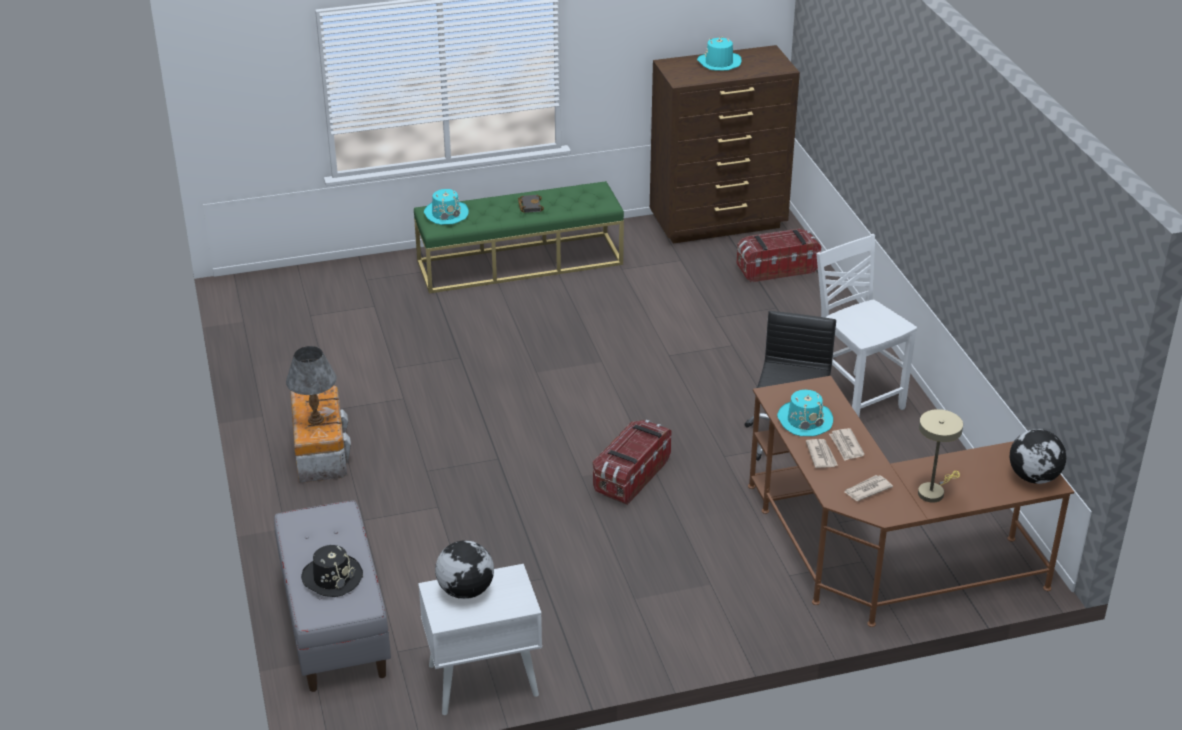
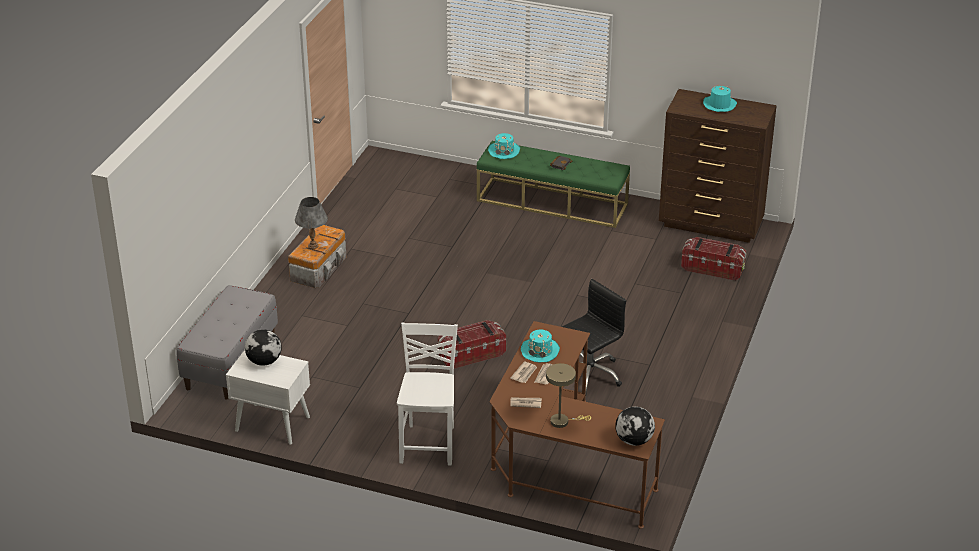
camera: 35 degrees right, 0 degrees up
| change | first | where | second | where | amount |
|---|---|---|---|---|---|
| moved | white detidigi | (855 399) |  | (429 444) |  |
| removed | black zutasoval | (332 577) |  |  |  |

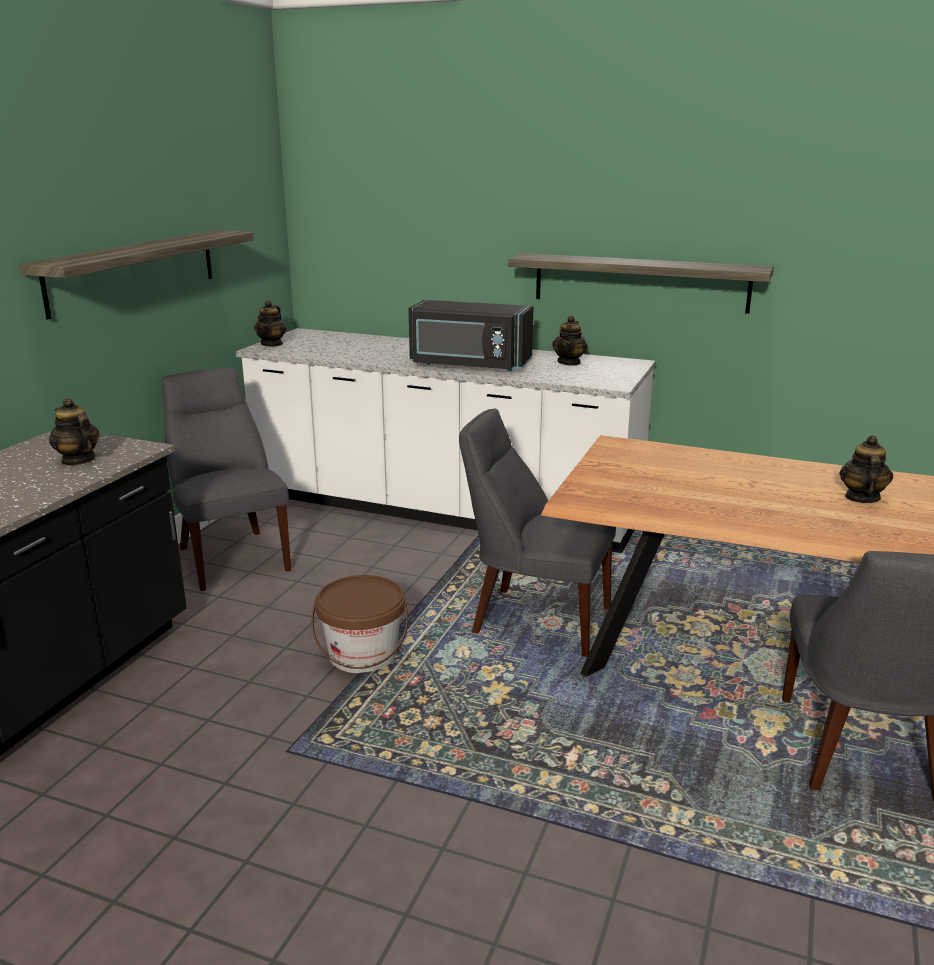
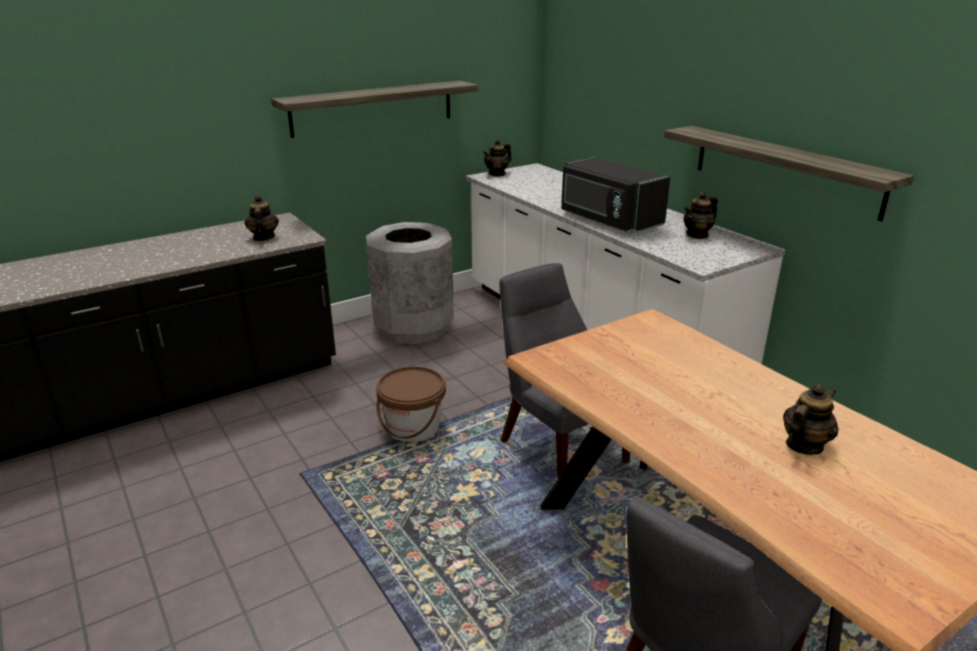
camera: 35 degrees right, 5 degrees up
| change | first | where | second | where | amount |
|---|---|---|---|---|---|
| replaced | grey detidigi | (231 557) | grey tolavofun | (413 328) |  |

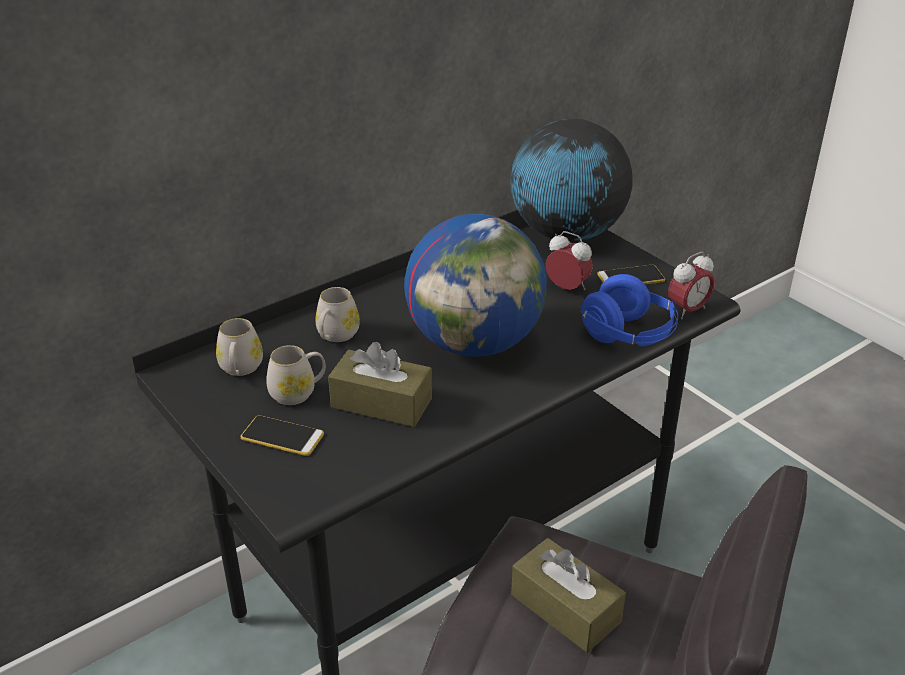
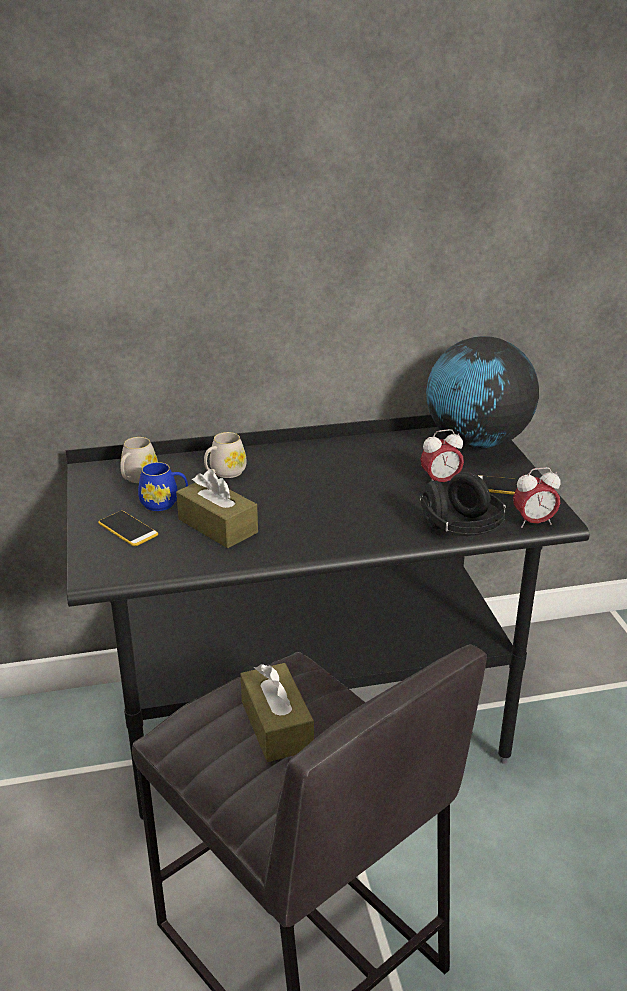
camera: 25 degrees right, 5 degrees down
| change | first | where | second | where | amount |
|---|---|---|---|---|---|
| removed | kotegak | (475 343) |  |  |  |
| turned | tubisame | (567 288) |  | (440 482) | 105 degrees clockwise |
| recoloured | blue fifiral | (628 336) | black fifiral | (461 529) |  |
| recoloured | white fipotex | (298 392) | blue fipotex | (164 503) |  |

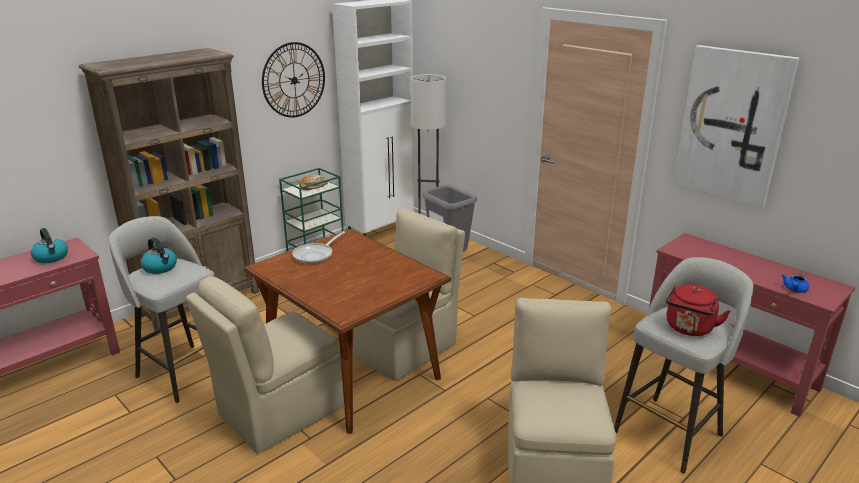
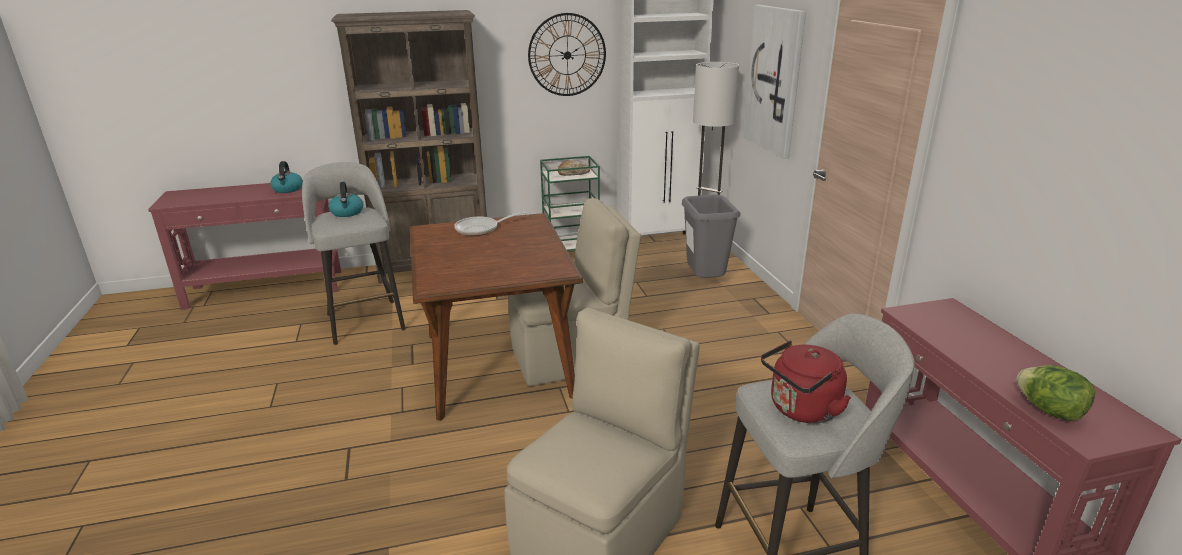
camera: 30 degrees right, 0 degrees up
| change | first | where | second | where | amount |
|---|---|---|---|---|---|
| moved | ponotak | (732 125) |  | (775 80) |  |
| replaced | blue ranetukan | (794 290) | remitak | (1049 411) |  |
| removed | beige detidigi | (278 412) |  |  |  |

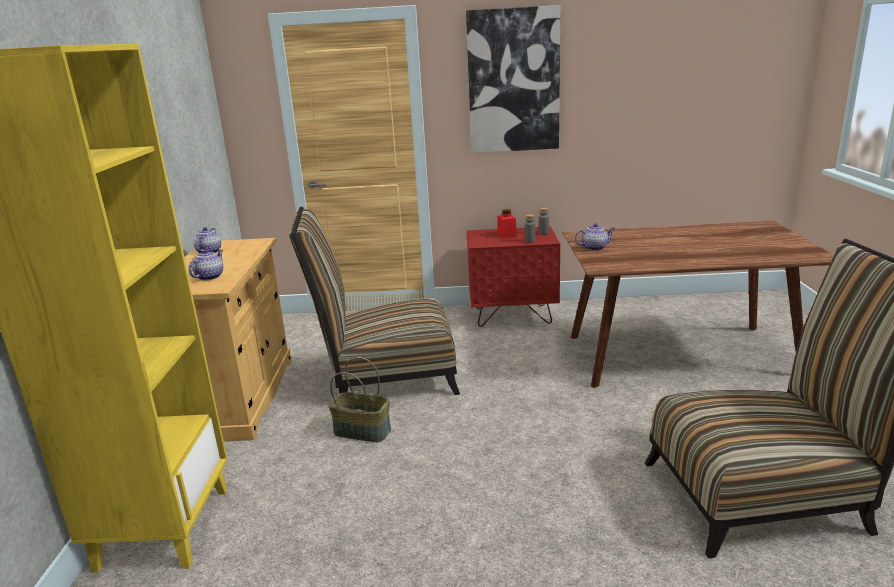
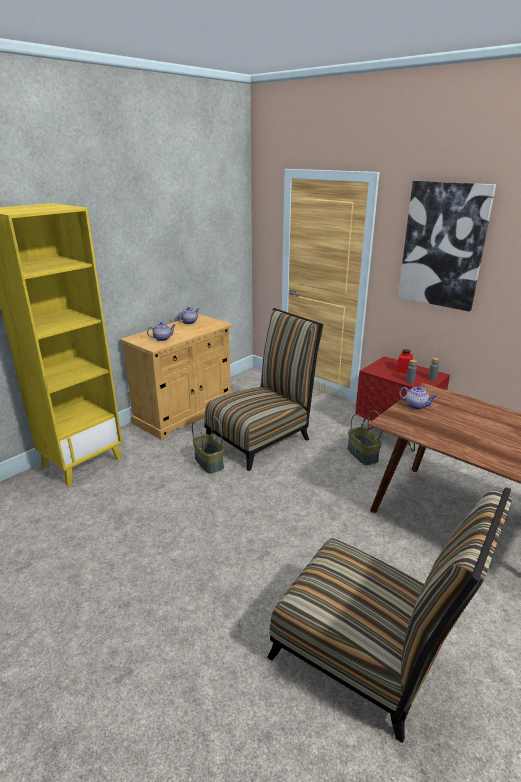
camera: 40 degrees right, 5 degrees up
| change | first | where | second | where | amount |
|---|---|---|---|---|---|
| turned | detidigi | (385 377) |  | (262 437) | 105 degrees clockwise |
| added |  |  | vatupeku | (361 454) |  |

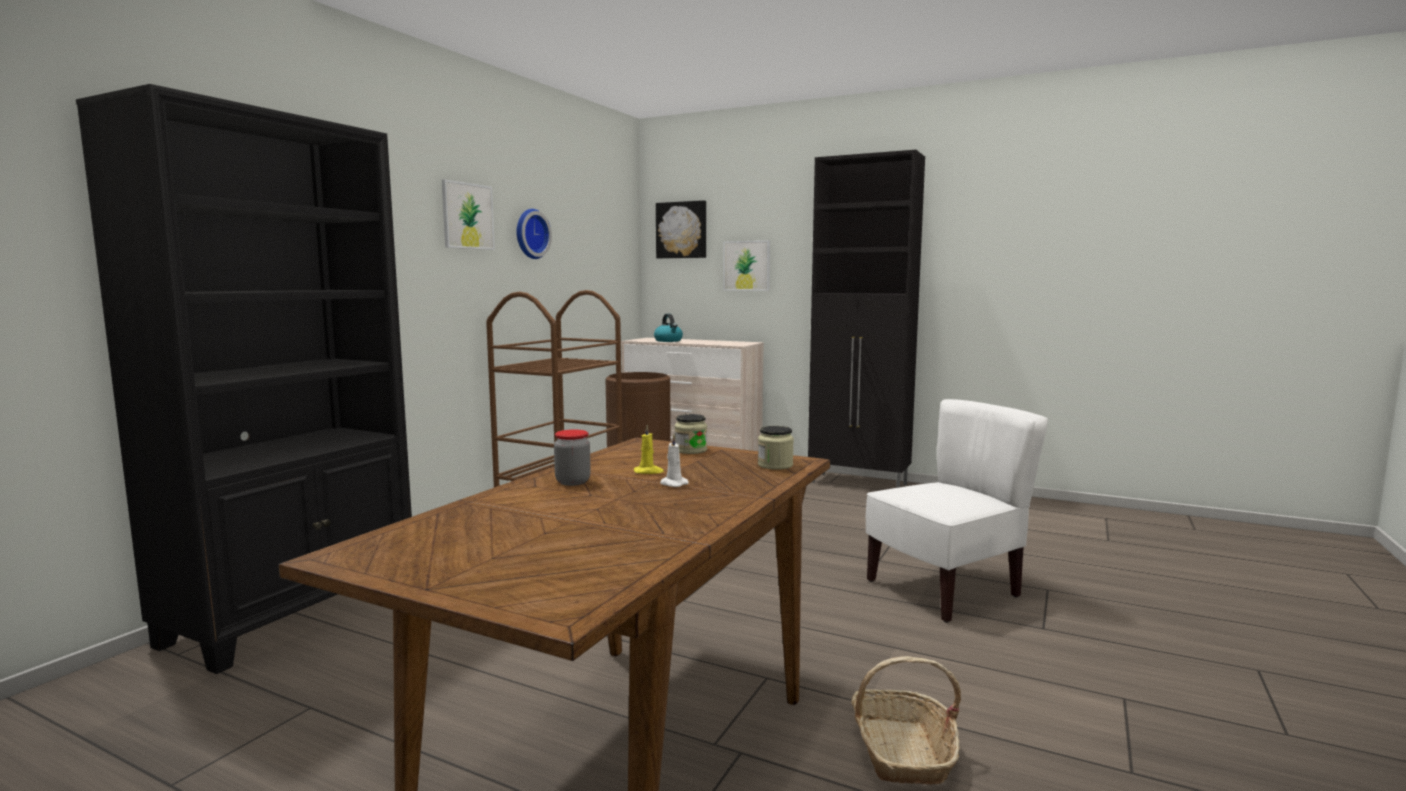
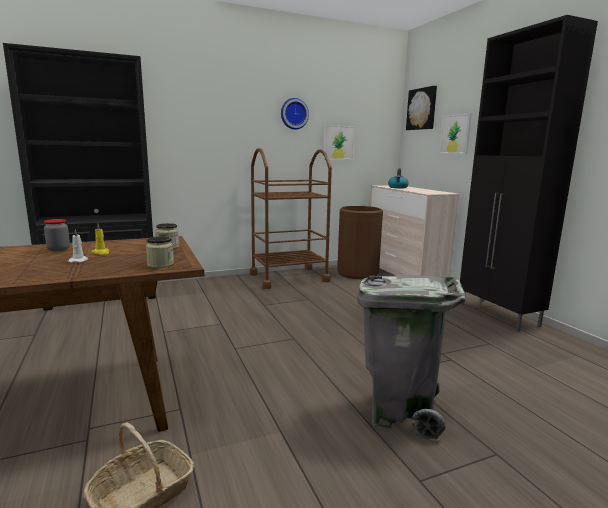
camera: 40 degrees right, 5 degrees up
| change | first | where | second | where | amount |
|---|---|---|---|---|---|
| moved | ponotak | (467 216) |  | (338 142) |  |
| replaced | white detidigi | (944 590) | grey tolavofun | (401 412) |  |

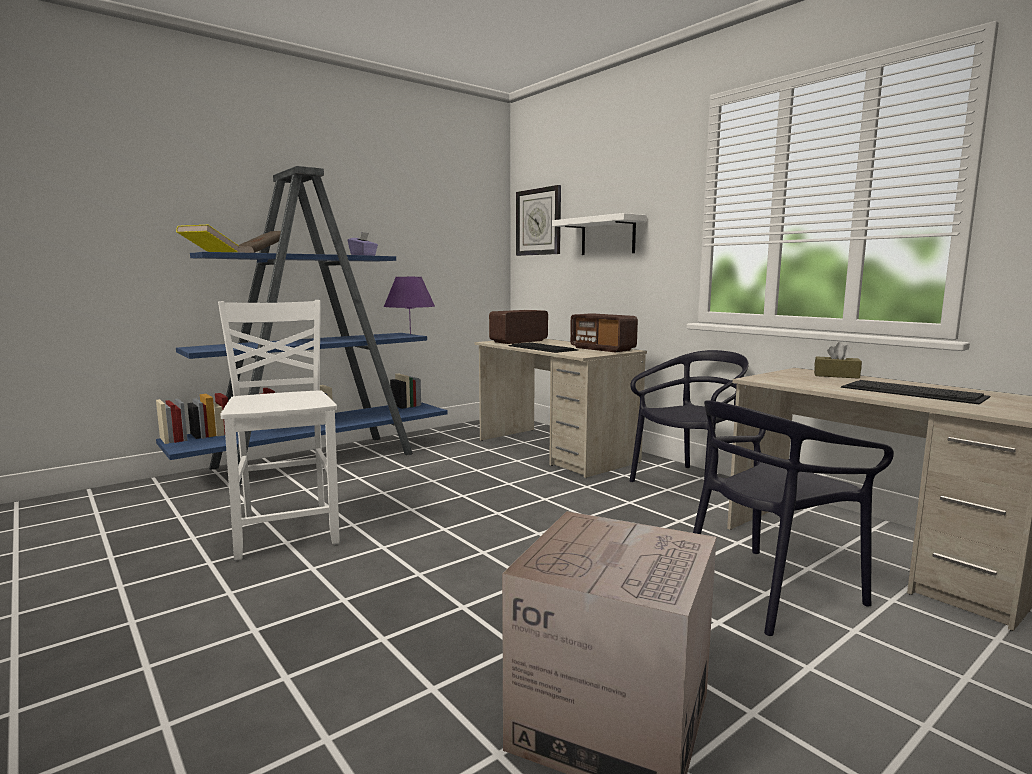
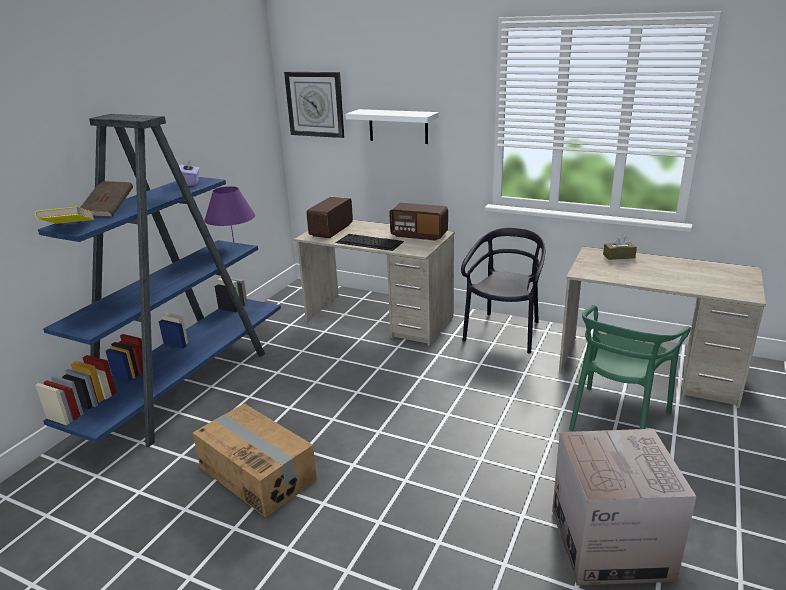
camera: 25 degrees left, 15 degrees up
| change | first | where | second | where | amount |
|---|---|---|---|---|---|
| replaced | white detidigi | (288 530) | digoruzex | (258 473) |  |
| removed | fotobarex | (914 392) |  |  |  |
| recoloured | black detidigi | (769 591) | green detidigi | (616 419) |  |

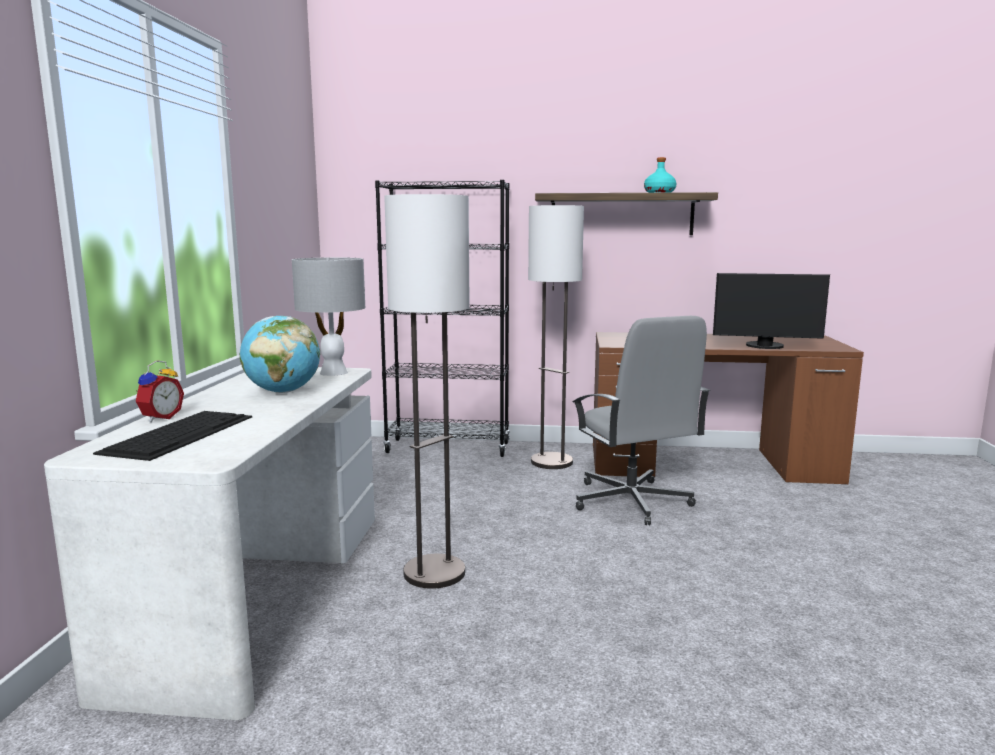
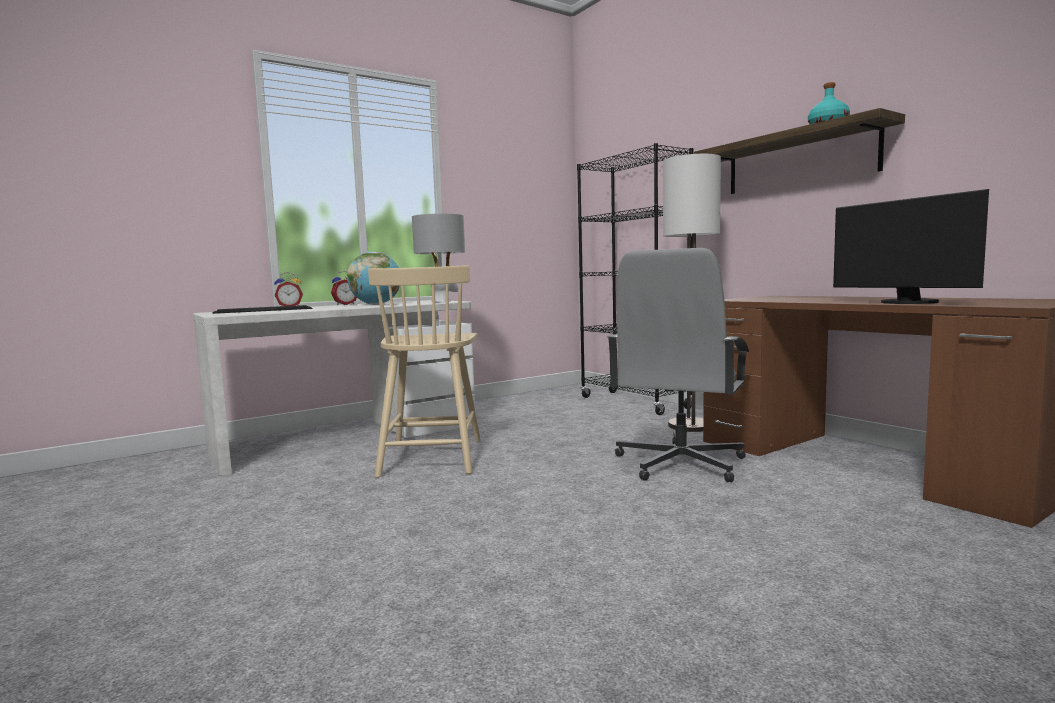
camera: 50 degrees right, 5 degrees down
| change | first | where | second | where | amount |
|---|---|---|---|---|---|
| replaced | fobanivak | (434 573) | beige detidigi | (431 456) |  |
| added |  |  | tubisame | (345 304) |  |

